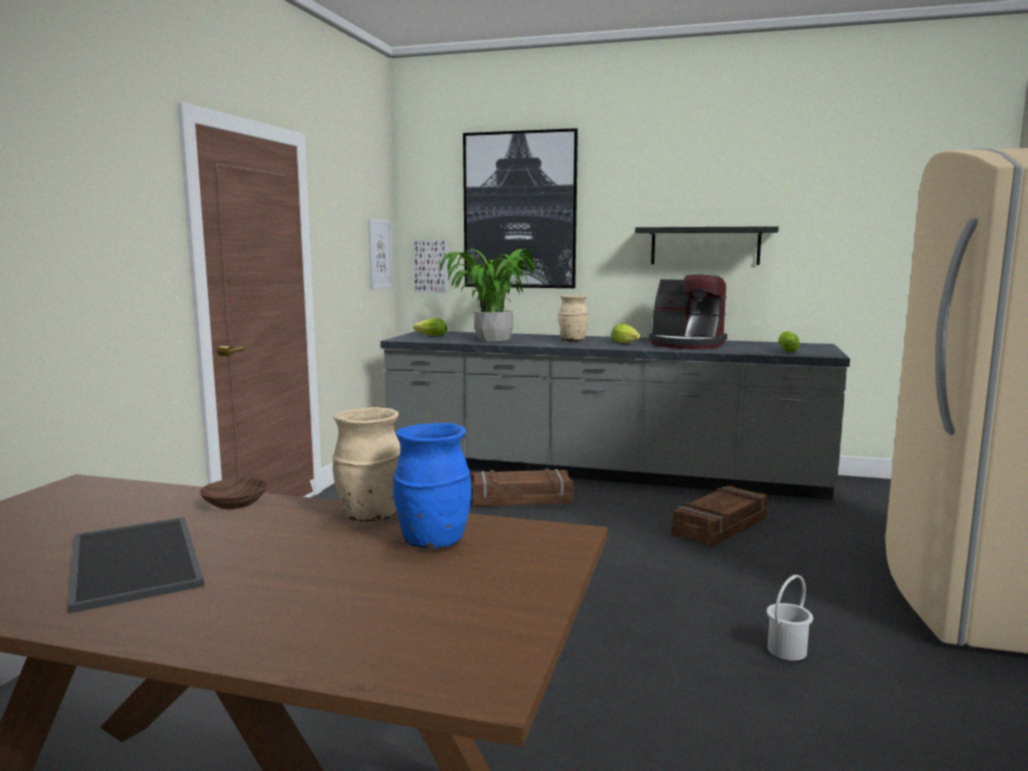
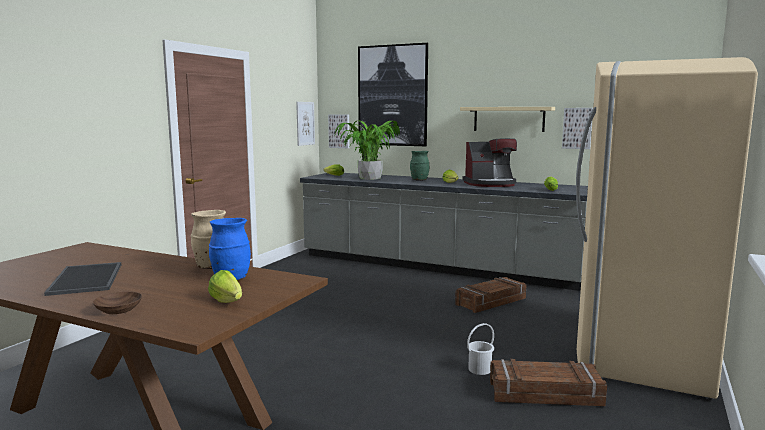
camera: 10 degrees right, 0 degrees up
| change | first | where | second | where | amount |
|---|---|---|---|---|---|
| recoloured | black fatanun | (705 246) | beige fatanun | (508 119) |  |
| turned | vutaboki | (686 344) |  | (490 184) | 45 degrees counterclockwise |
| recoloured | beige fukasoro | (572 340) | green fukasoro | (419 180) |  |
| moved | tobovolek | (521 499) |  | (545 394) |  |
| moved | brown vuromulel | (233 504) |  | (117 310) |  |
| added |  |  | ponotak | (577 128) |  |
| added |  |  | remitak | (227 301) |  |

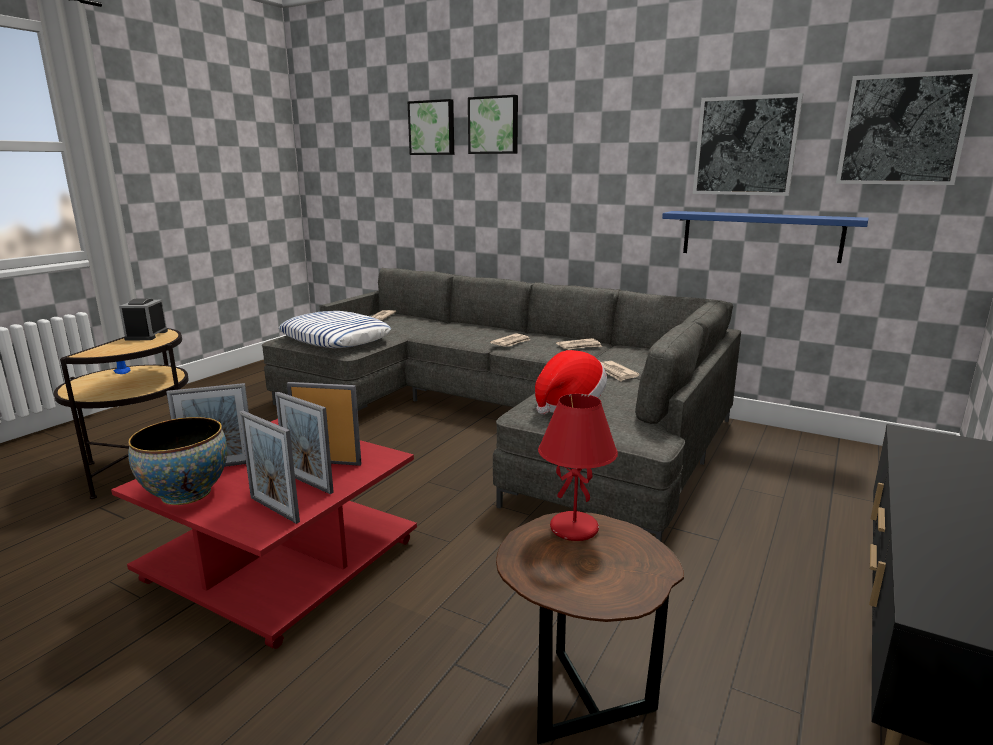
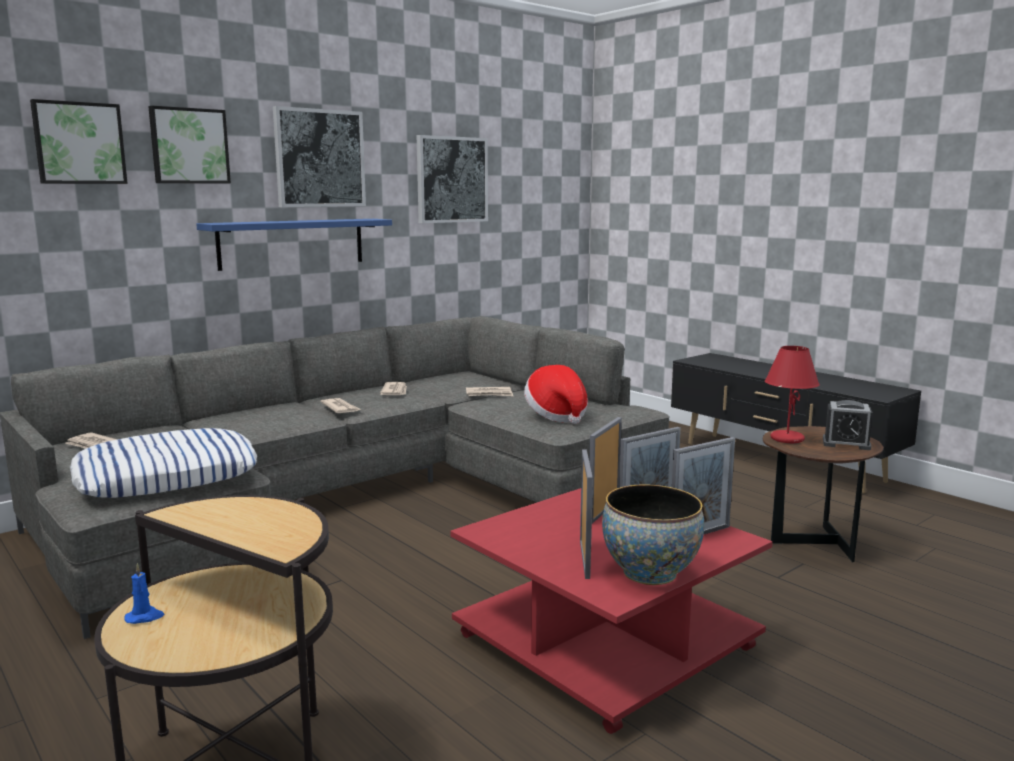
camera: 70 degrees left, 5 degrees down
| change | first | where | second | where | amount |
|---|---|---|---|---|---|
| moved | ponotak | (902 130) |  | (319 158) |  |
| moved | blue fatanun | (760 236) |  | (292 243) |  |
| moved | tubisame | (146 335) |  | (846 443) |  |

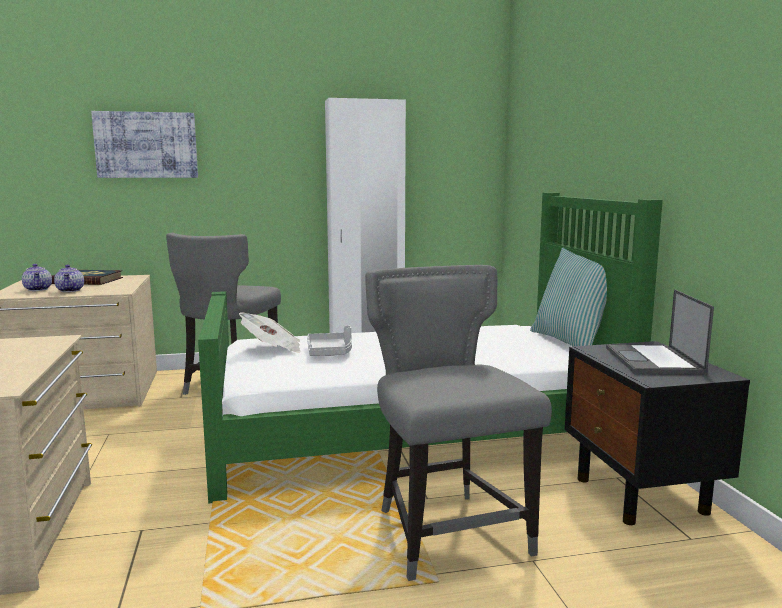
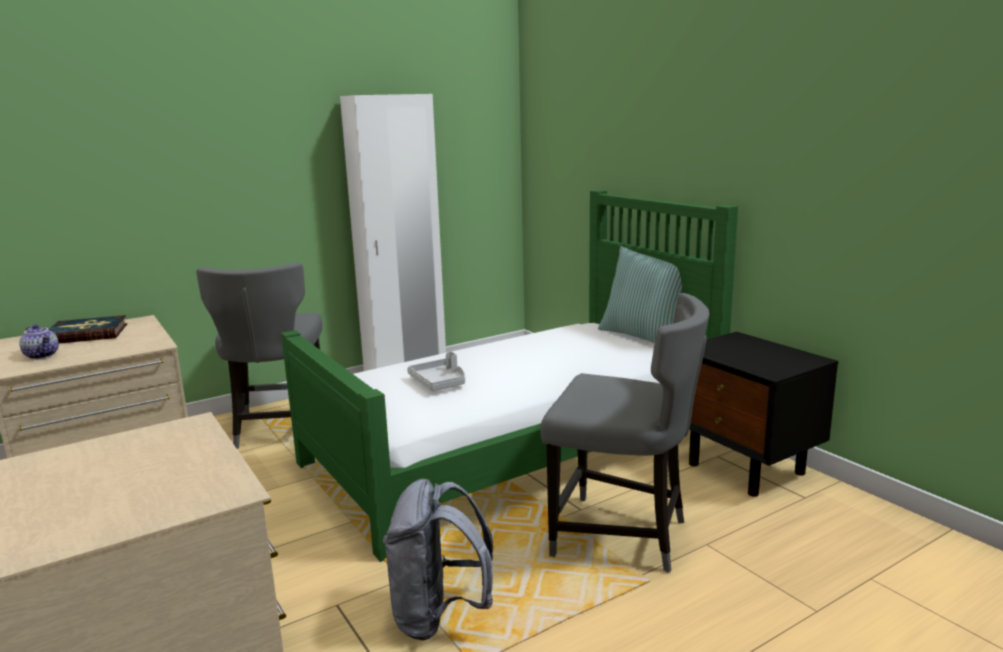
camera: 20 degrees left, 5 degrees up
| change | first | where | second | where | amount |
|---|---|---|---|---|---|
| removed | ponotak | (146 145) |  |  |  |
| removed | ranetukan | (71 290) |  |  |  |
| turned | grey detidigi | (448 532) |  | (622 536) | 150 degrees clockwise |
| removed | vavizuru | (654 360) |  |  |  |
| removed | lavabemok | (272 349) |  |  |  |
| added |  |  | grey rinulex | (439 616) |  |

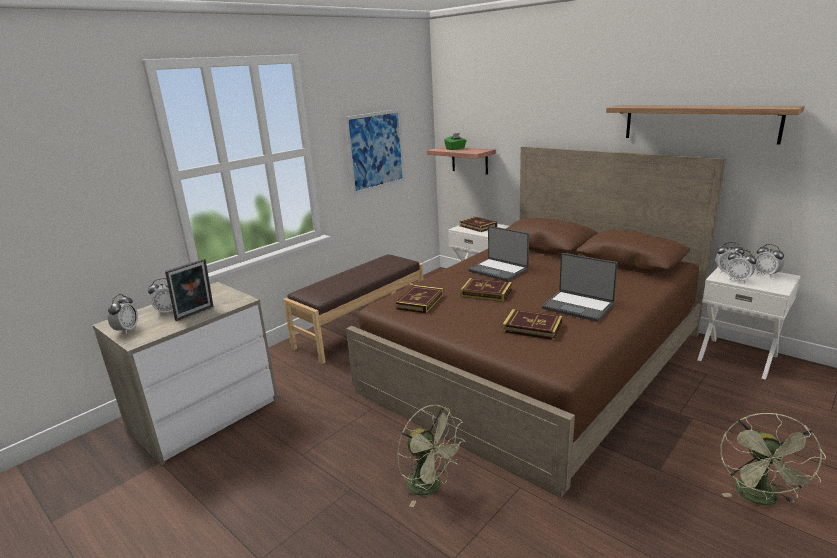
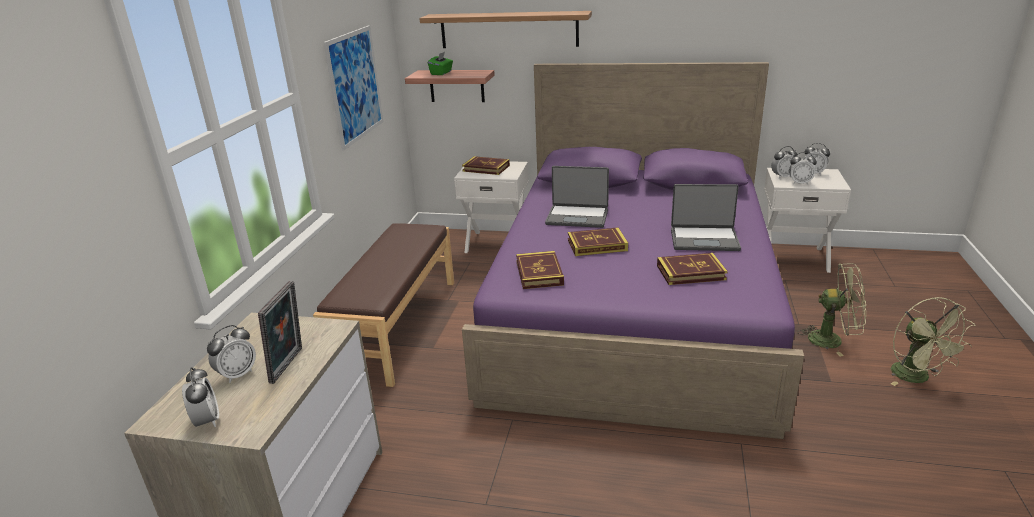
camera: 30 degrees left, 5 degrees up
| change | first | where | second | where | amount |
|---|---|---|---|---|---|
| moved | fatanun | (699 123) |  | (508 30) |  |
| recoloured | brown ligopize | (537 361) | purple ligopize | (633 310) |  |
| moved | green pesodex | (430 486) |  | (832 340) |  |

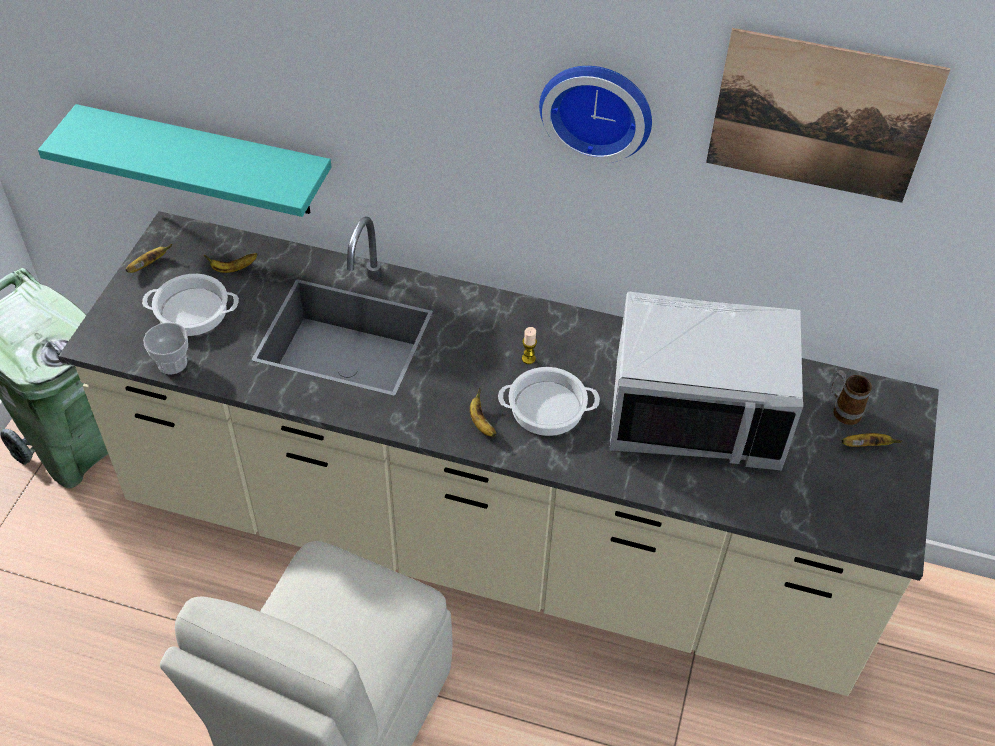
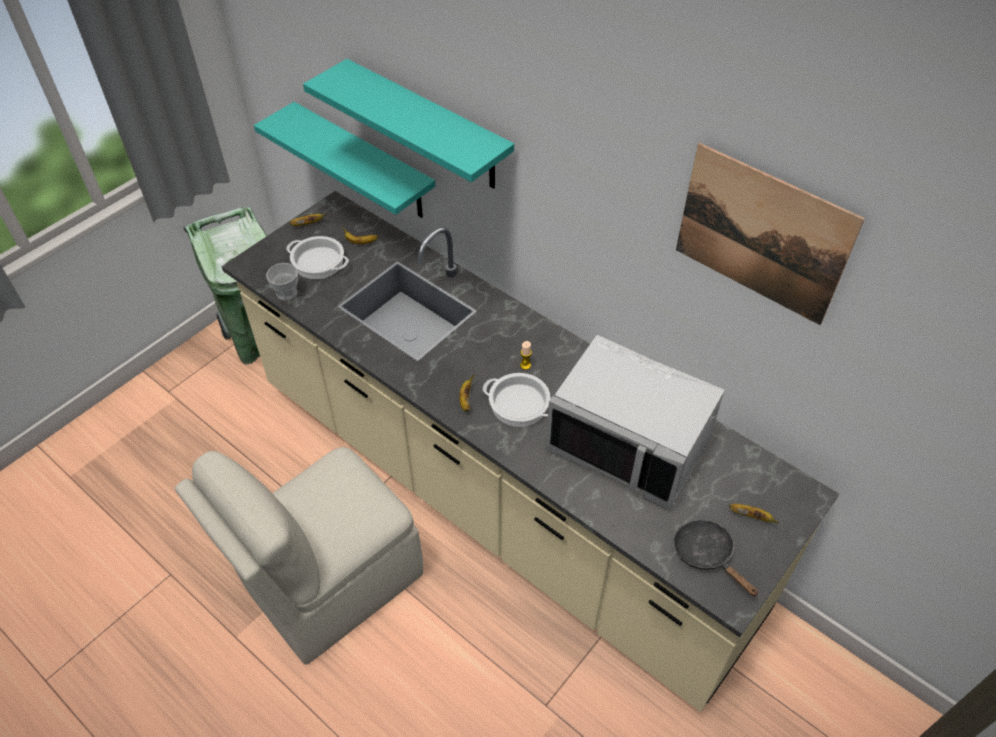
camera: 25 degrees right, 0 degrees up
| change | first | where | second | where | amount |
|---|---|---|---|---|---|
| removed | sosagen | (597 108) |  |  |  |
| removed | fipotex | (842 410) |  |  |  |
| added |  |  | turquoise fatanun | (428 126) |  |
| added |  |  | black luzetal | (706 555) |  |

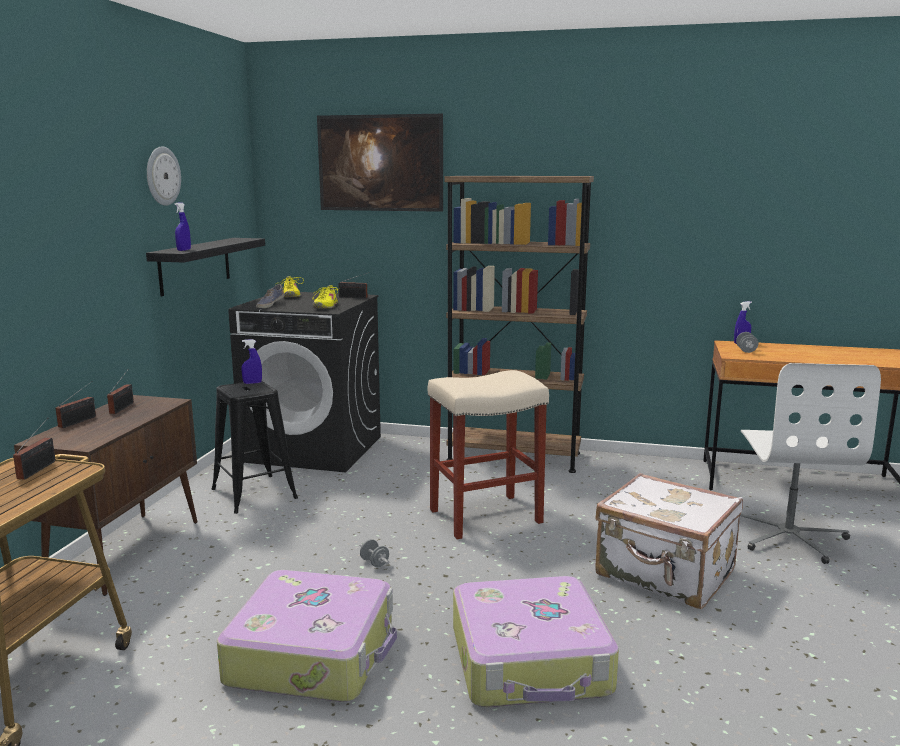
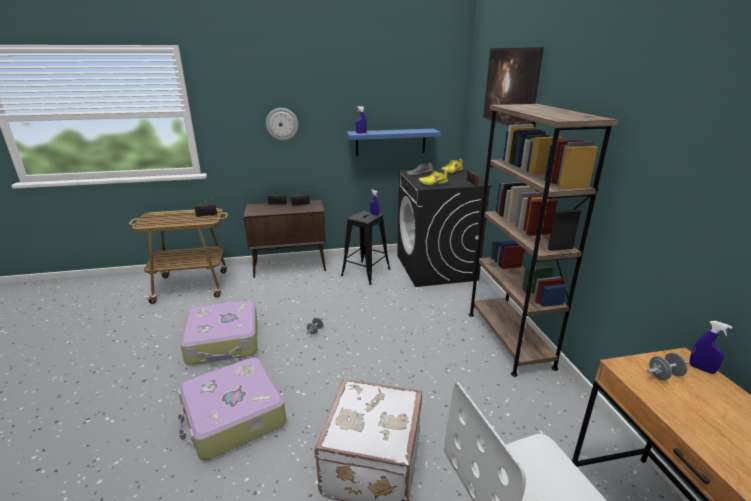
camera: 65 degrees right, 10 degrees up
| change | first | where | second | where | amount |
|---|---|---|---|---|---|
| moved | sosagen | (162 176) |  | (282 124) |  |
| recoloured | black fatanun | (195 265) | blue fatanun | (390 142) |  |
| removed | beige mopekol | (486 516) |  |  |  |

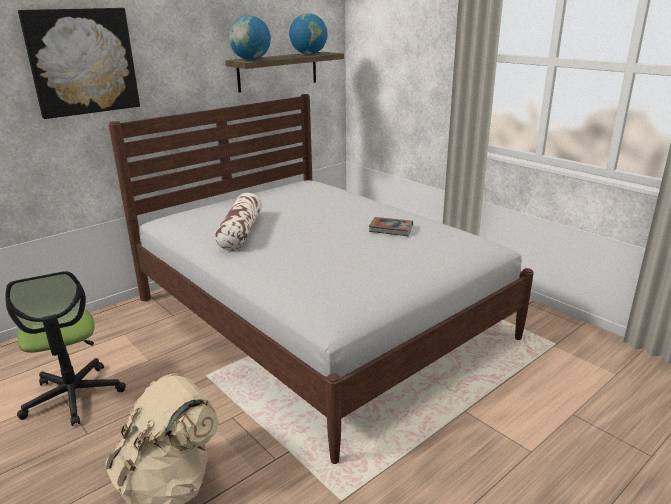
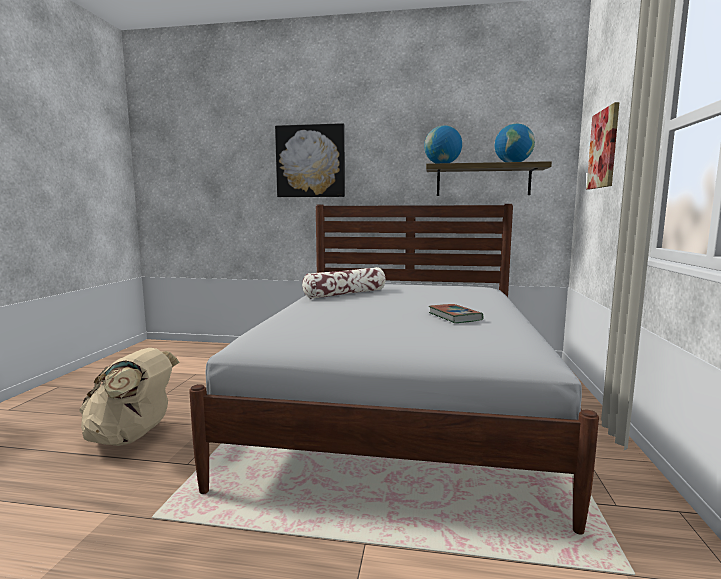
camera: 50 degrees right, 15 degrees down
| change | first | where | second | where | amount |
|---|---|---|---|---|---|
| removed | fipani | (73 396) |  |  |  |
| added |  |  | ponotak | (603 149) |  |

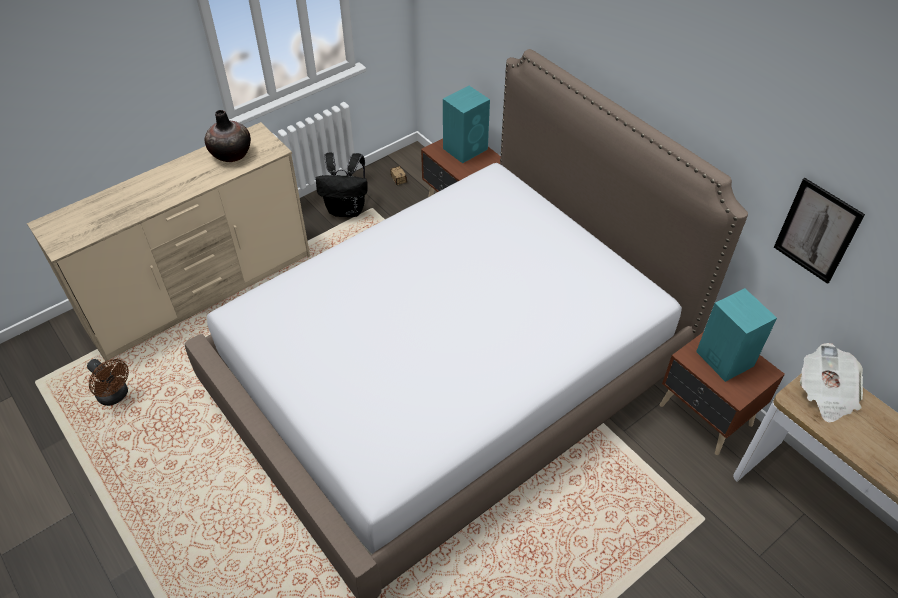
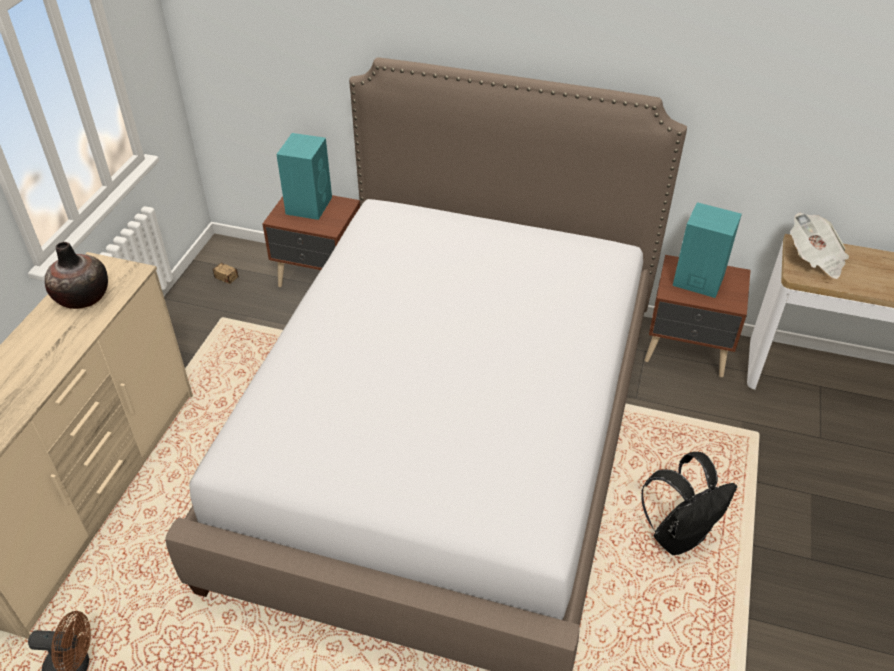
camera: 35 degrees left, 5 degrees down
| change | first | where | second | where | amount |
|---|---|---|---|---|---|
| moved | black rinulex | (347 209) |  | (679 535) |  |
| removed | ponotak | (817 231) |  |  |  |

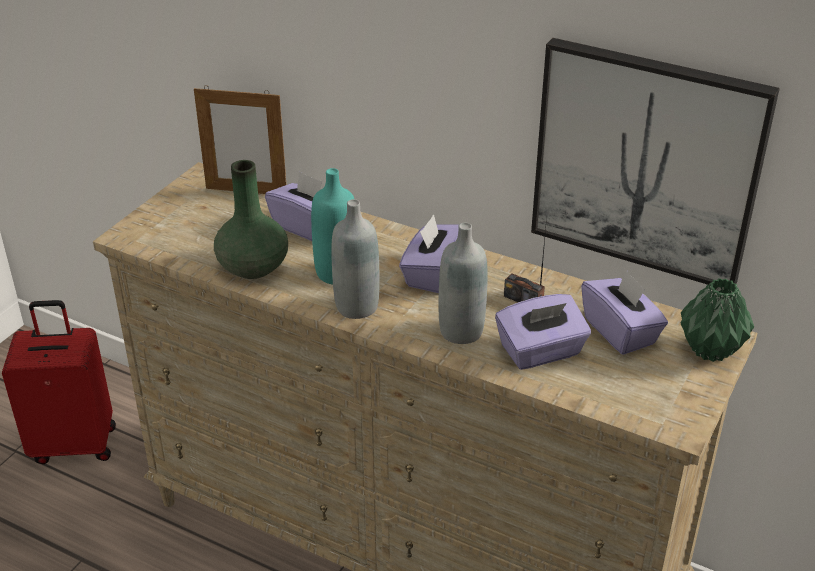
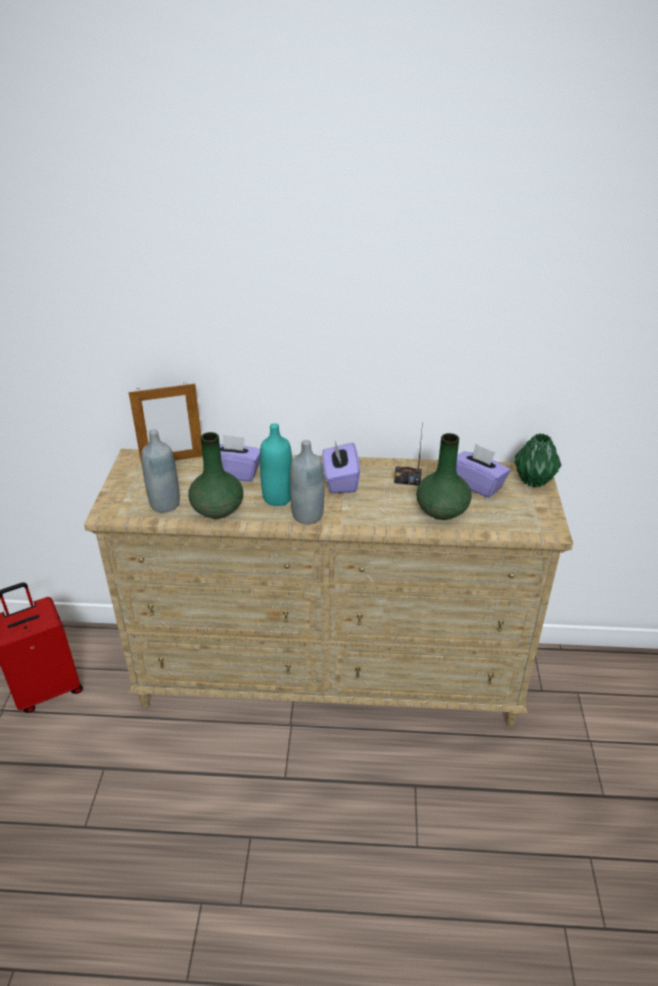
camera: 25 degrees left, 0 degrees up
| change | first | where | second | where | amount |
|---|---|---|---|---|---|
| removed | ponotak | (646 163) |  |  |  |
| moved | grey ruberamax | (461 331) |  | (165 504) |  |
| replaced | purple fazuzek | (541 352) | green fukasoro | (441 510) |  |

